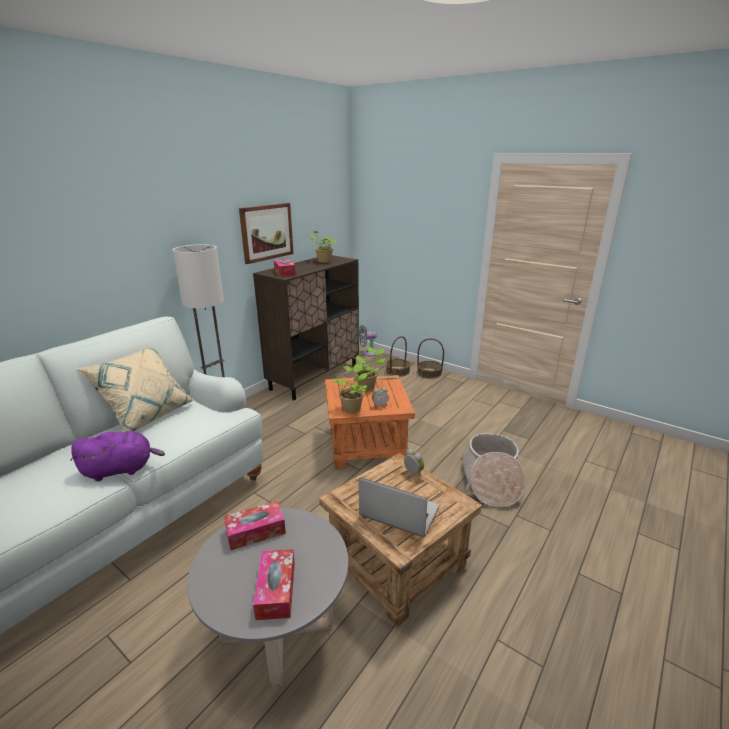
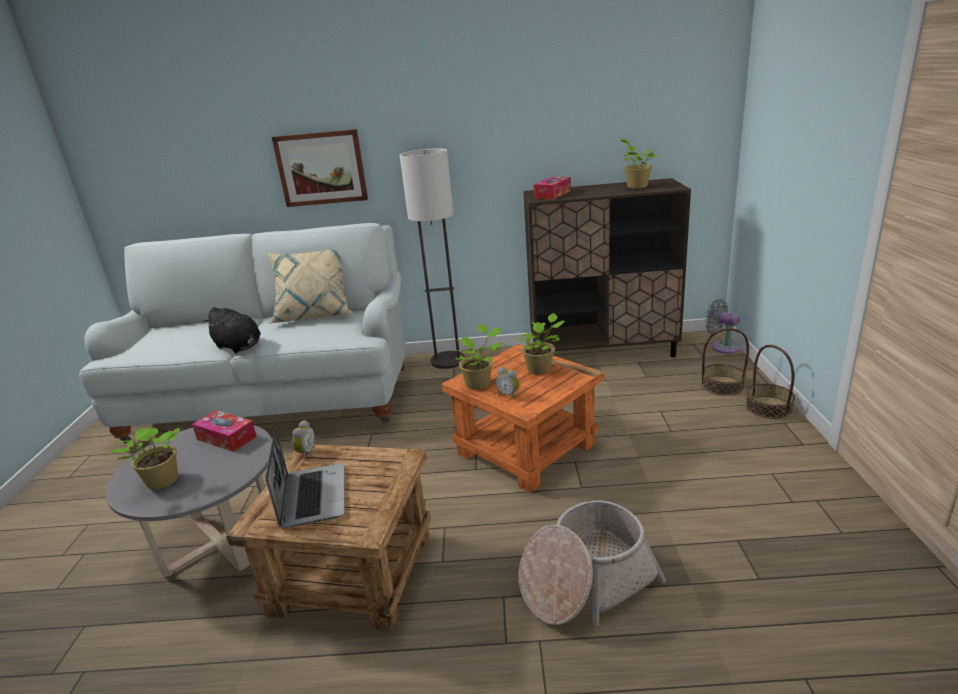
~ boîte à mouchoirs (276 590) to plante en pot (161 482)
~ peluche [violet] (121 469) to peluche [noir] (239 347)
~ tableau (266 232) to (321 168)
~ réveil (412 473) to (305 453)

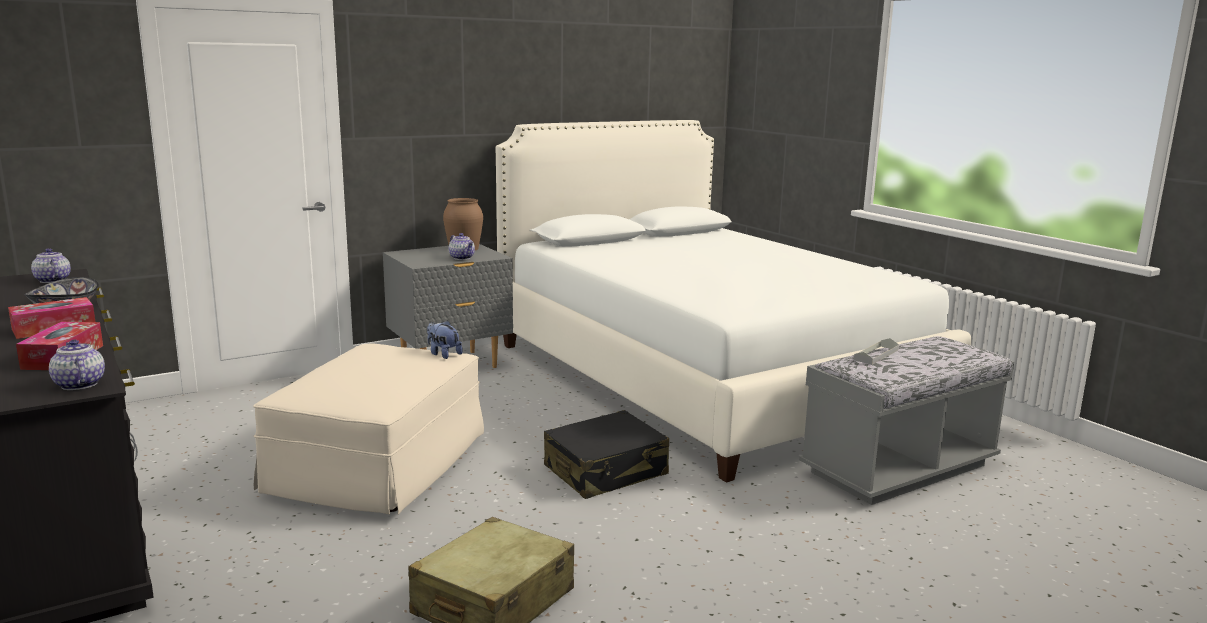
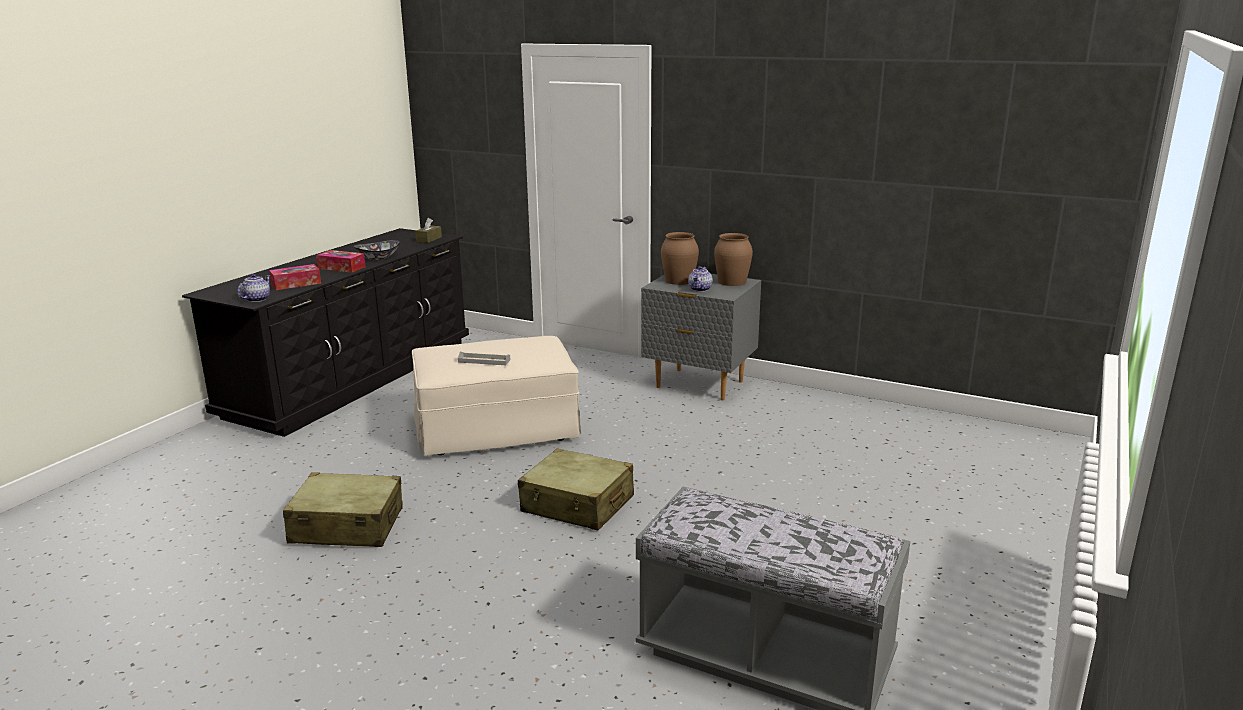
~ théière (52 280) to boîte à mouchoirs [marron] (429 239)
~ plateau [gris] (876 355) to (484 361)
~ valise [noir] (606 471) to valise [beige] (577 505)
+ vase [marron] (679 280)
- peluche (443 354)
- lit [blanc] (707 376)

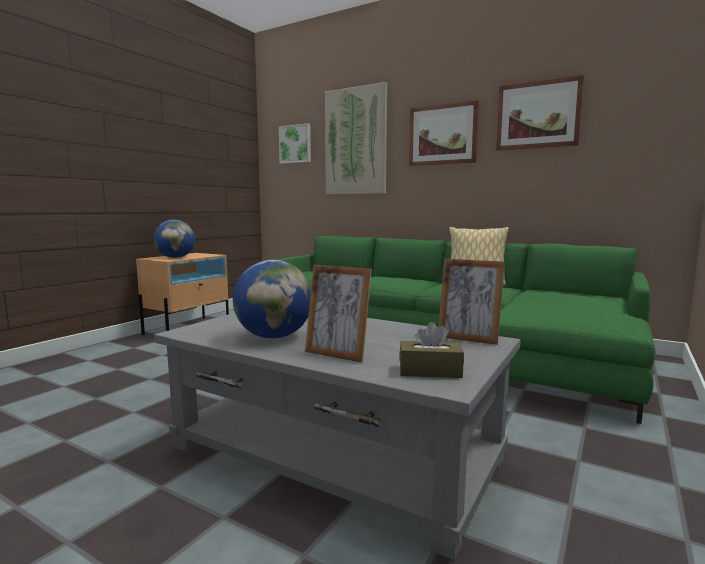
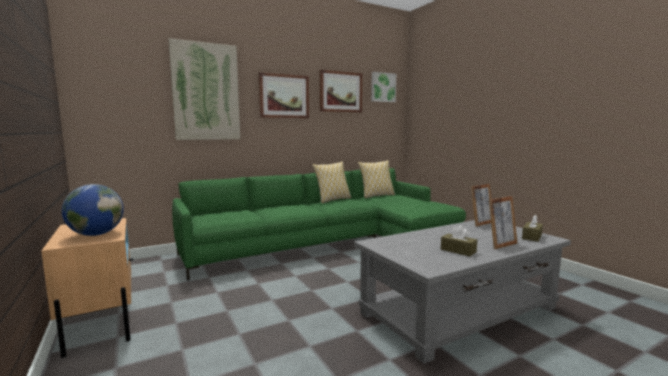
+ coussin (376 196)
~ tableau (295 144) to (382 87)
~ globe (274 336) to boîte à mouchoirs [marron] (458 251)

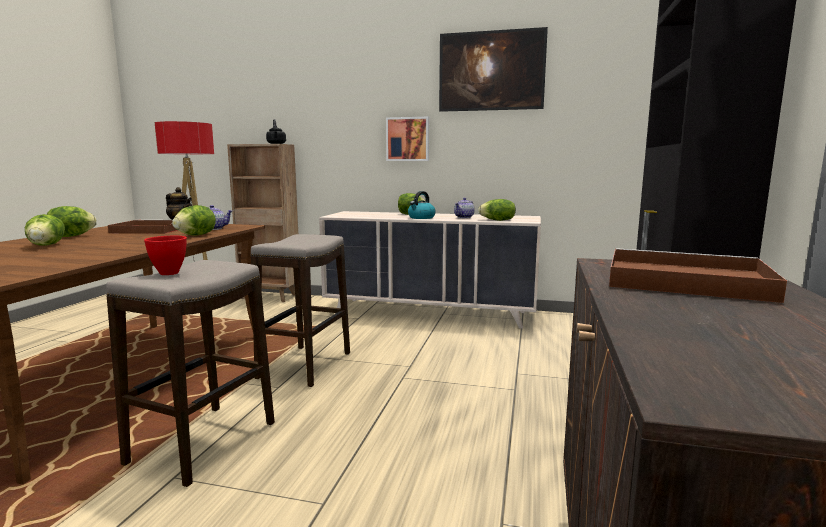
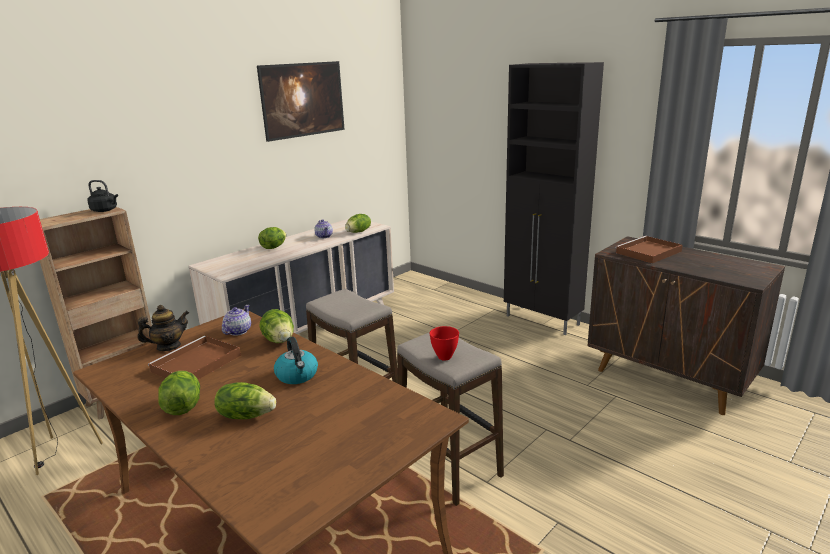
~ bouilloire (421 217) to (297 375)
- tableau (408 139)

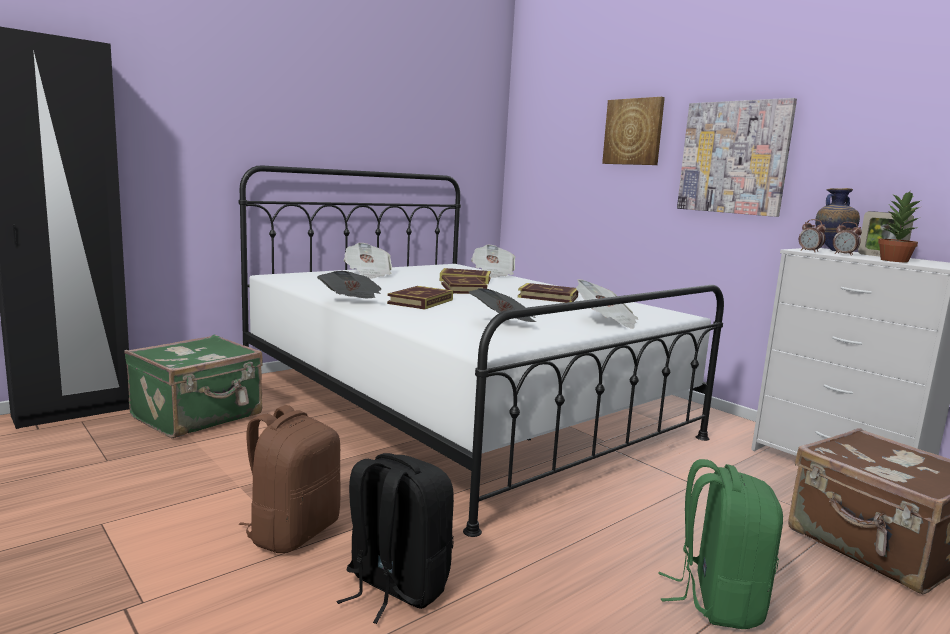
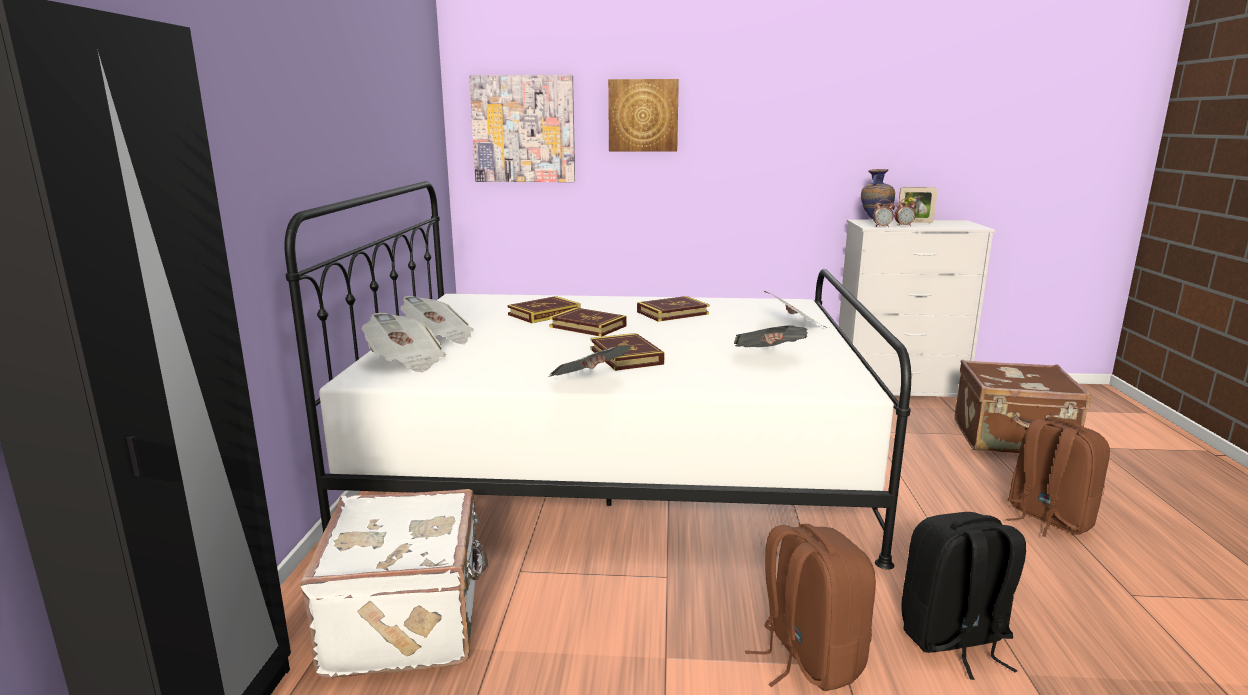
~ valise [vert] (199 416) to valise [blanc] (409 621)
~ journal (493 274) to (406 362)
~ tableau (734 157) to (523 129)
~ sac à dos [vert] (717 600) to sac à dos [marron] (1047 518)
- plante en pot (893 260)

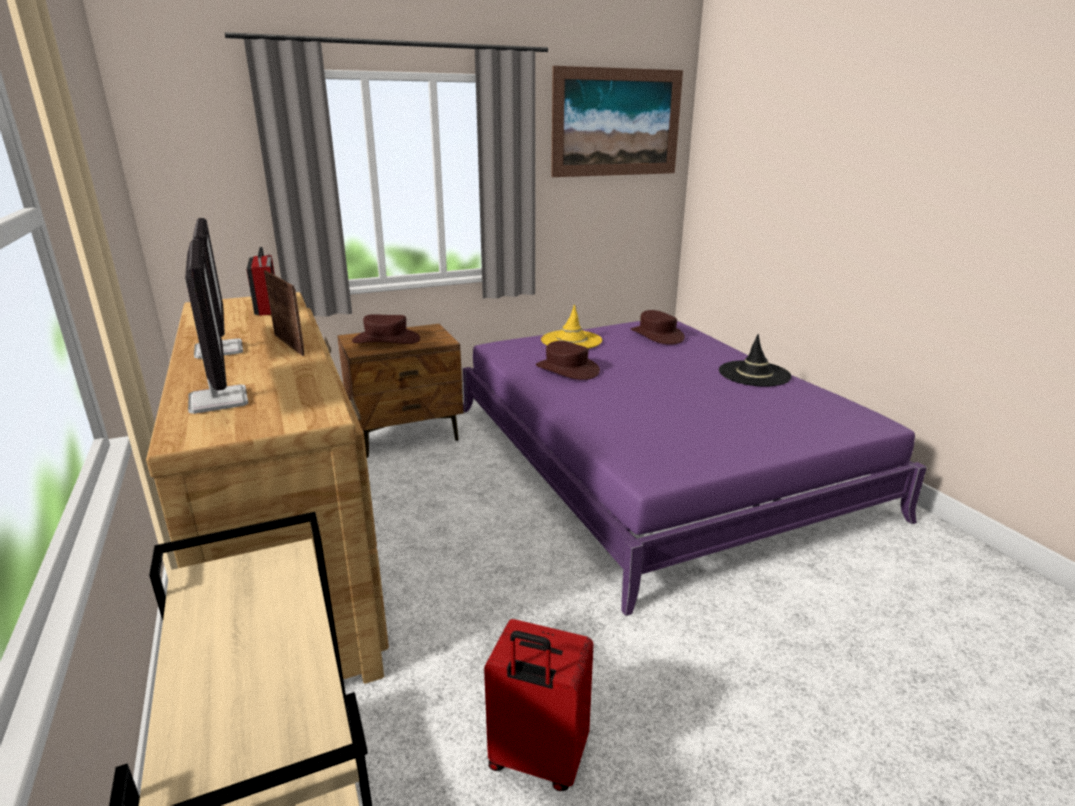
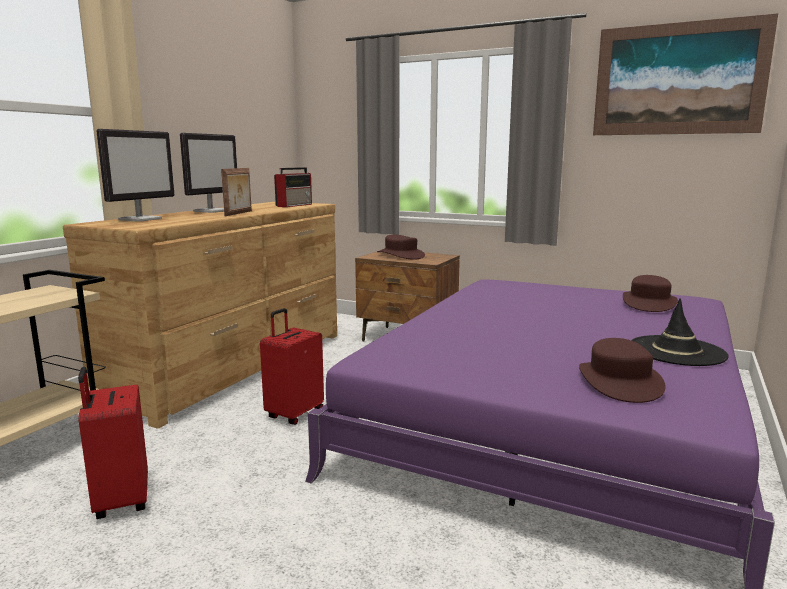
+ valise [rouge] (294 414)
~ chapeau [marron] (566 369) to (619 382)
- chapeau [jaune] (571 340)

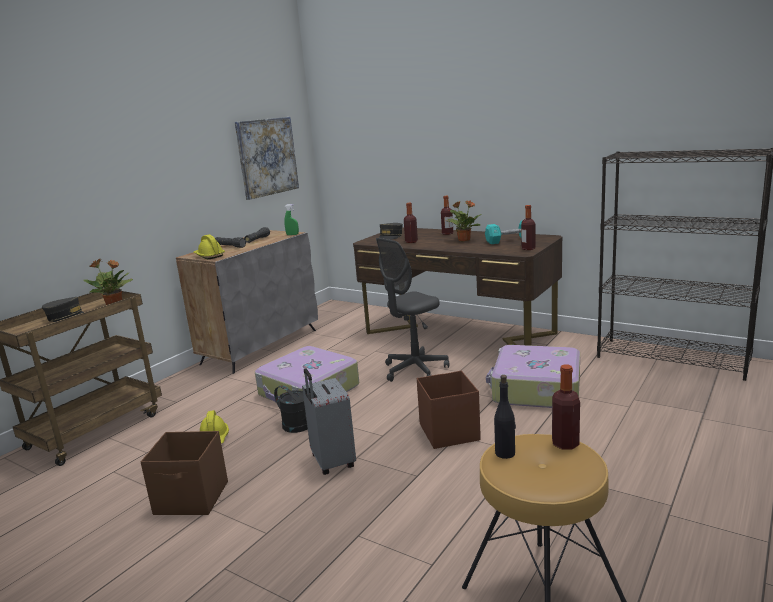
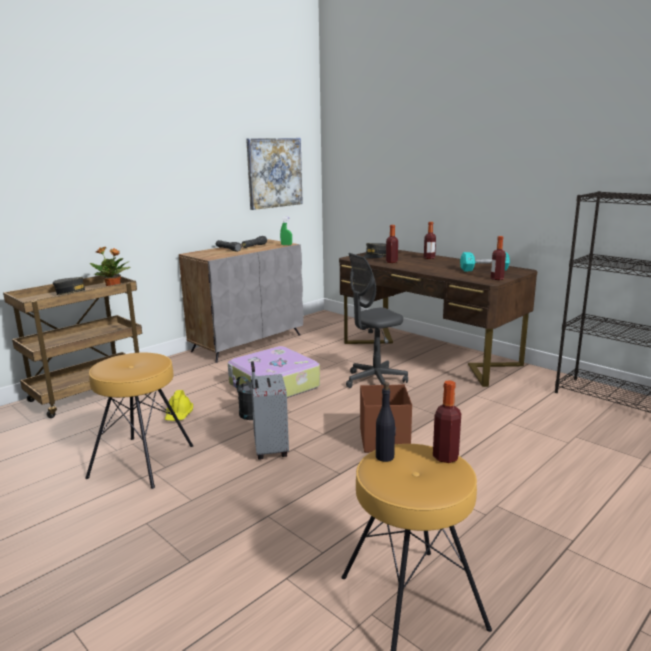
~ boîte de rangement [marron] (192 498) to tabouret [marron] (142 461)
- casque de chantier [jaune] (209 256)
- plante en pot (463 240)
- valise (535 389)

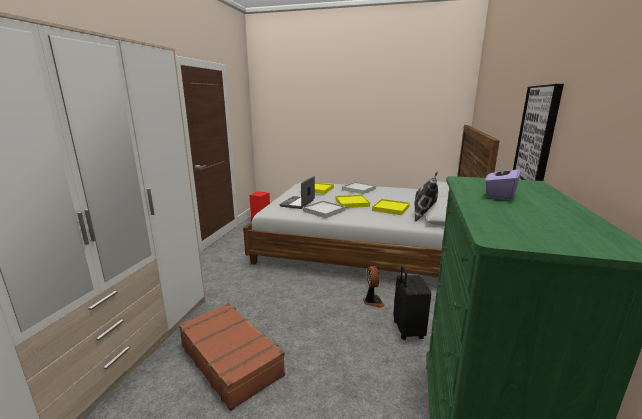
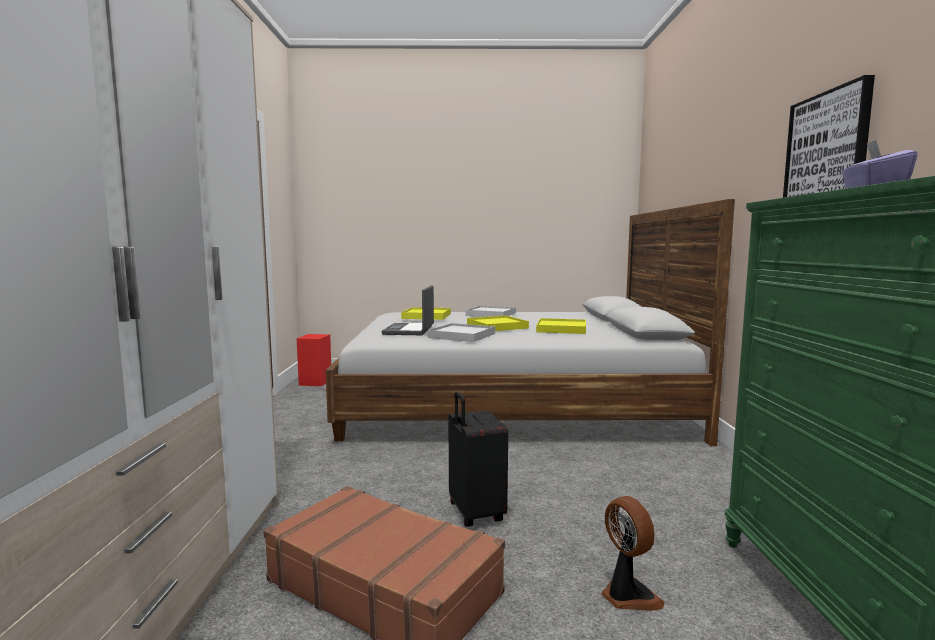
~ valise [noir] (407 330) to (474 513)
~ ventilateur (372 301) to (627 595)
- coussin (424 215)

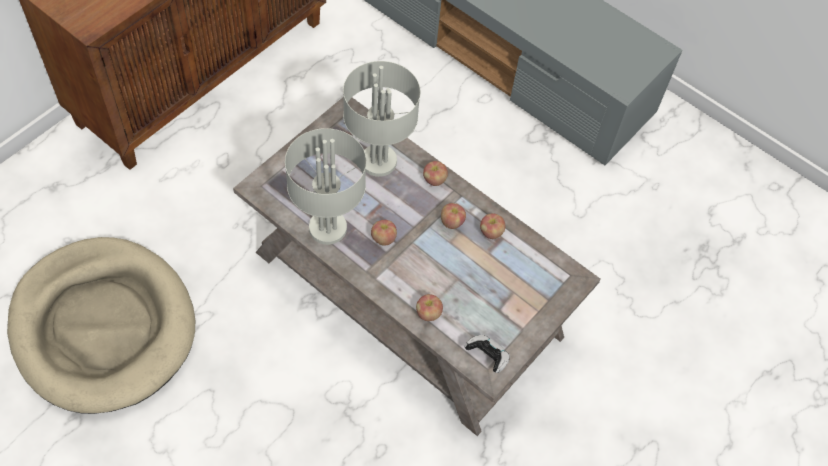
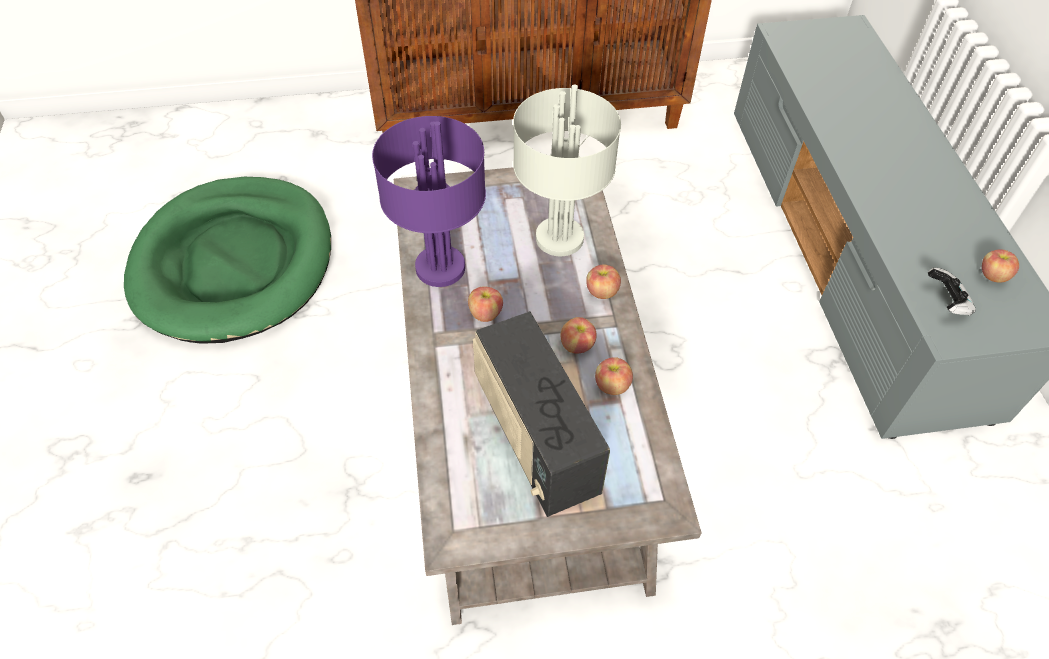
~ panier pour chien [beige] (103 327) to panier pour chien [vert] (235 263)
~ lampe de table [gris] (328 229) to lampe de table [violet] (439 268)
+ radio (534 438)
~ manette (487 357) to (946 302)
~ pomme (428 313) to (992 275)

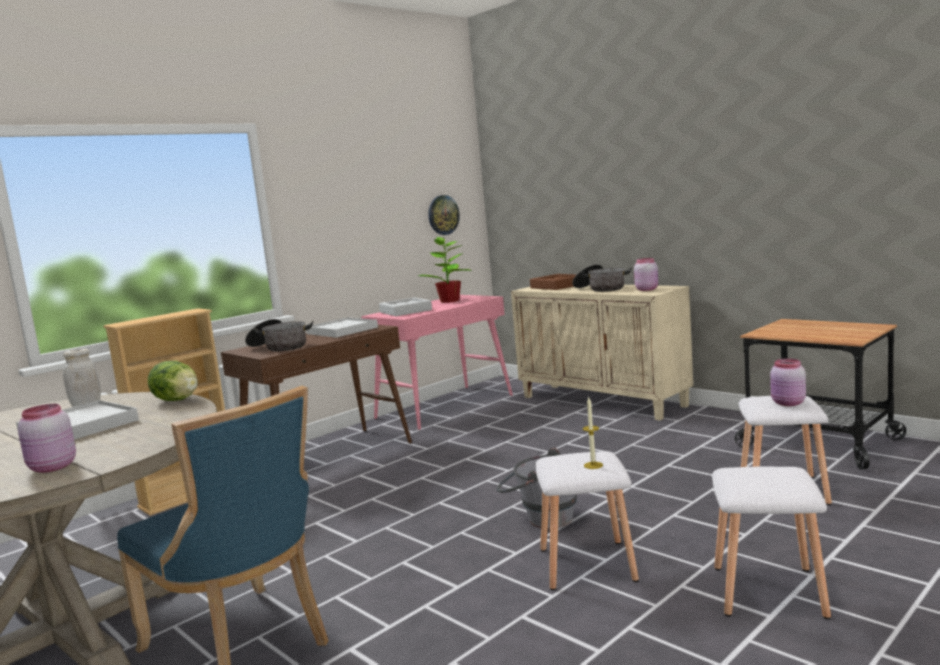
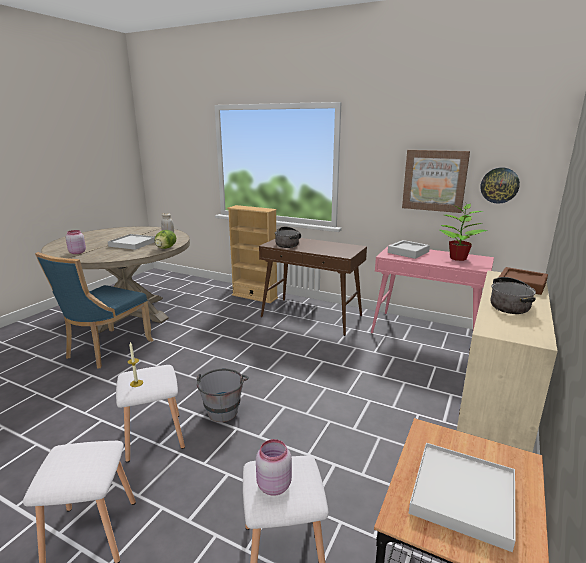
+ tableau (434 180)
~ plateau [blanc] (342 331) to (463 496)
- bocal [rose] (646 289)

